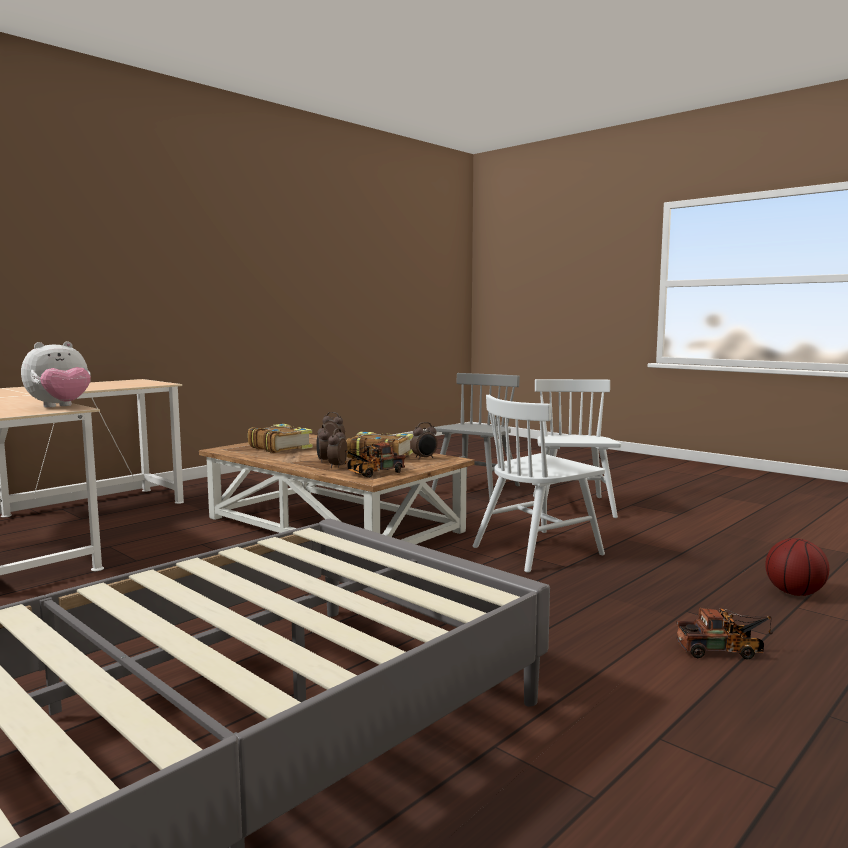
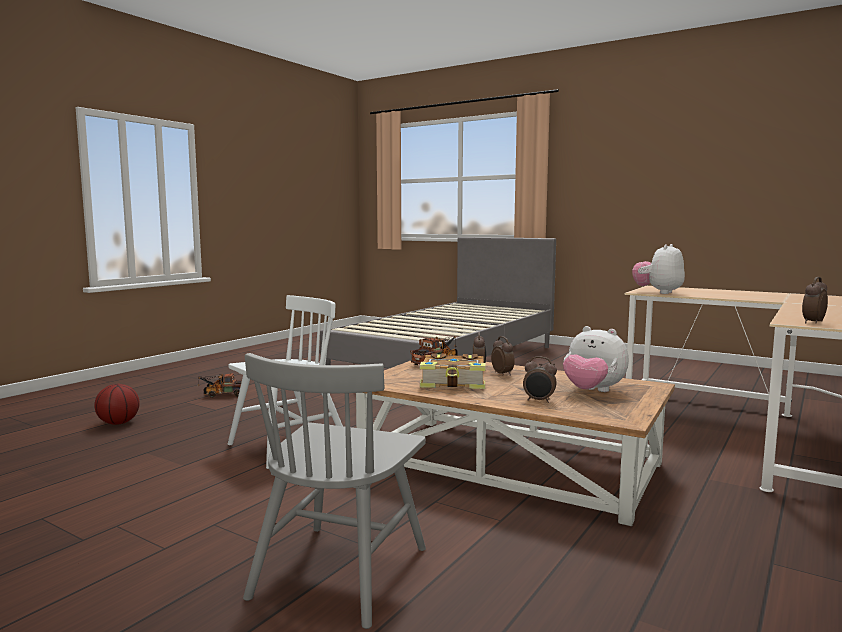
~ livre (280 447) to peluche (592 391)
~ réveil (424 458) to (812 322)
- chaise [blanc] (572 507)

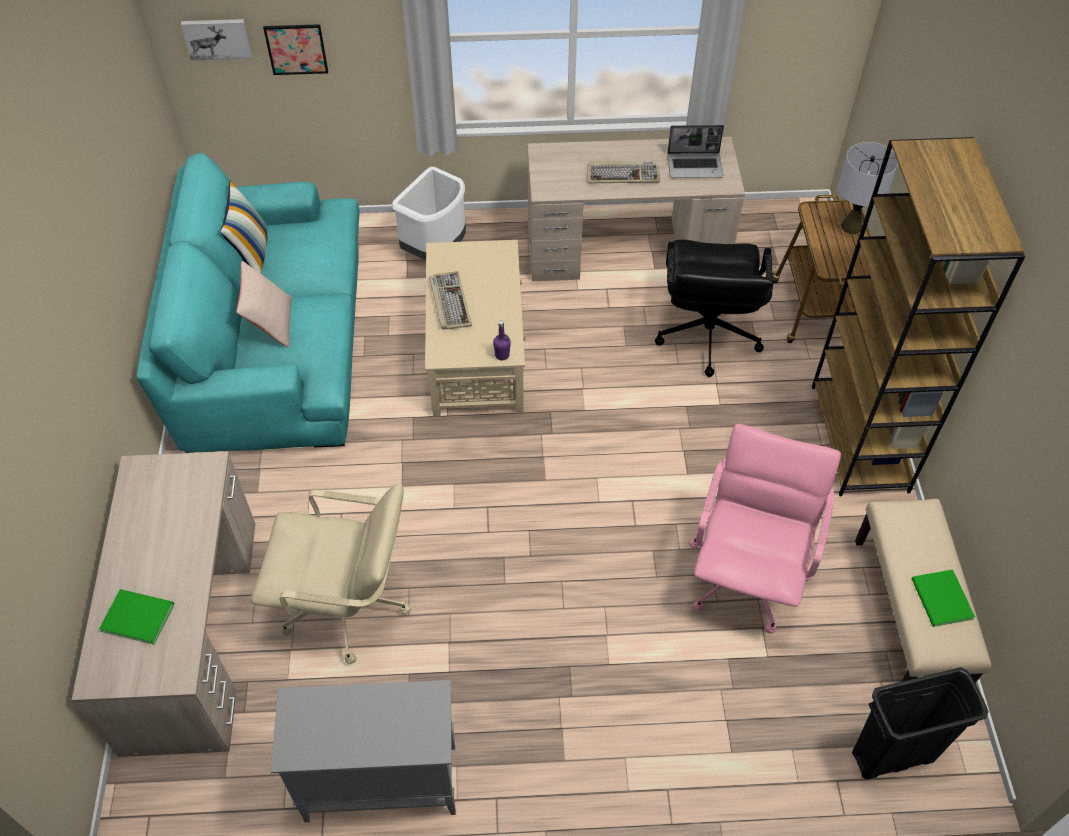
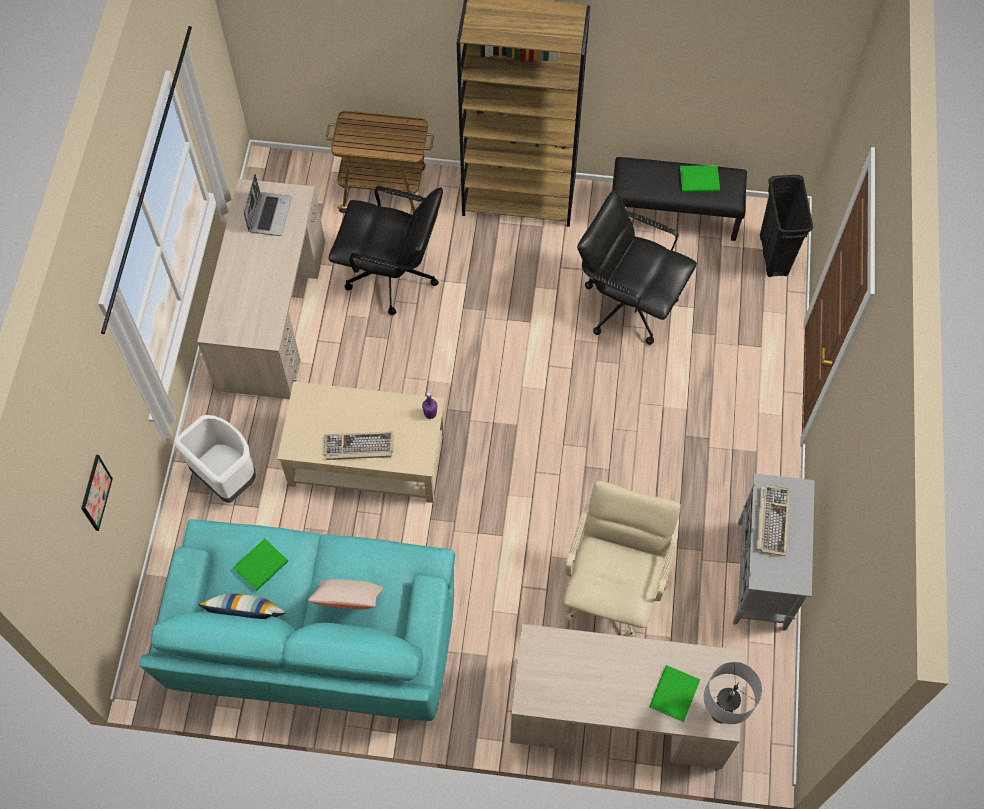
+ livre [vert] (262 565)
~ chaise de bureau [rose] (746 576) to chaise de bureau [noir] (628 304)
~ banc [beige] (908 615) to banc [noir] (674 214)
~ lampe de table [gris] (851 226) to (721 712)
~ clavier (623 174) to (771 520)
- tableau (217 38)

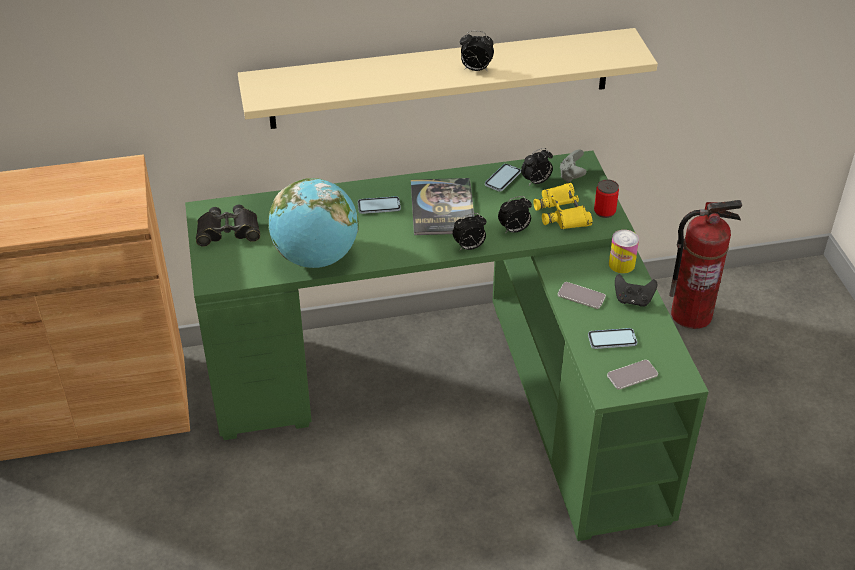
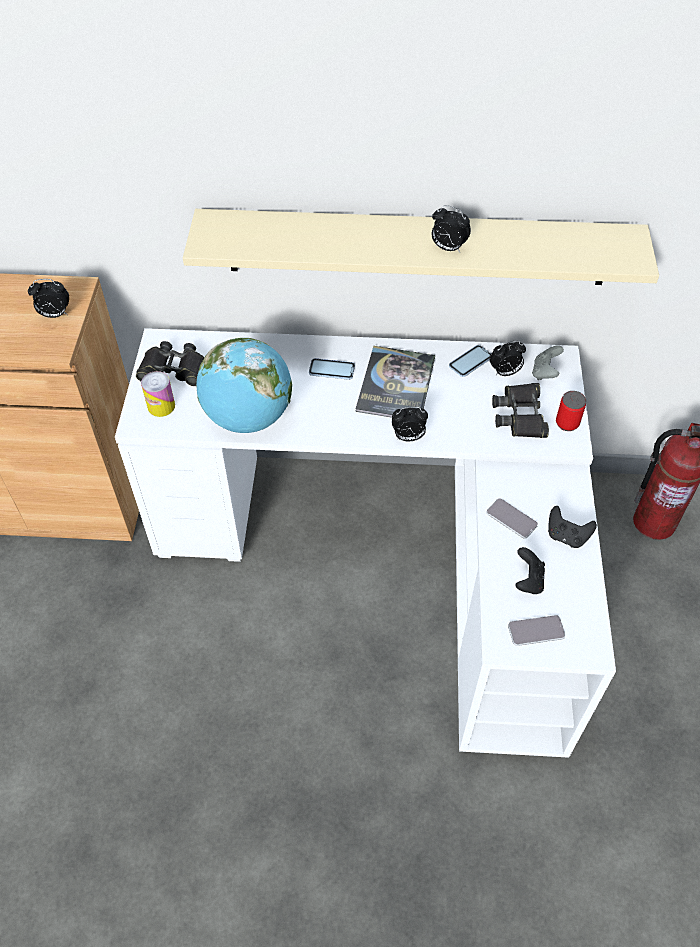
~ réveil (514 230) to (55 315)
~ bureau [vert] (457 389) to bureau [blanc] (393 553)
~ boîte métallique (621 264) to (161 406)
~ jumelles [jaune] (562 212) to jumelles [noir] (520 415)
~ téléphone (612 340) to manette [noir] (528 581)

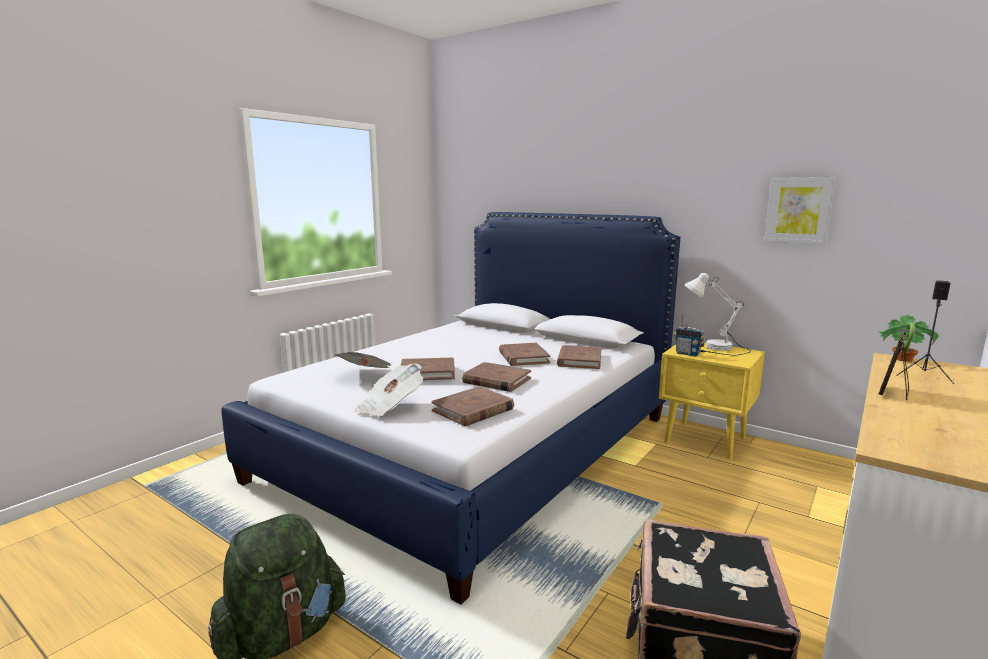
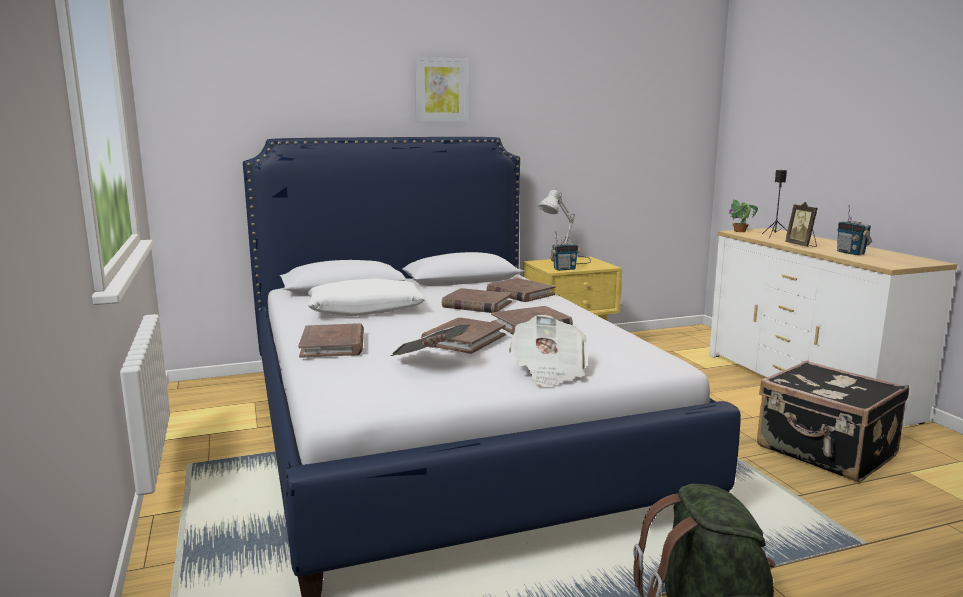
~ livre [marron] (473 410) to (333 345)
+ coussin [blanc] (365 310)
~ tableau (798 210) to (440 90)
+ radio (851 253)

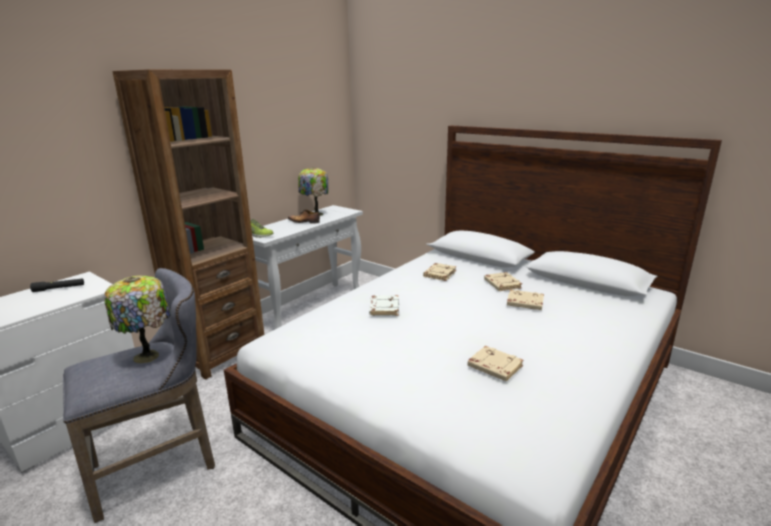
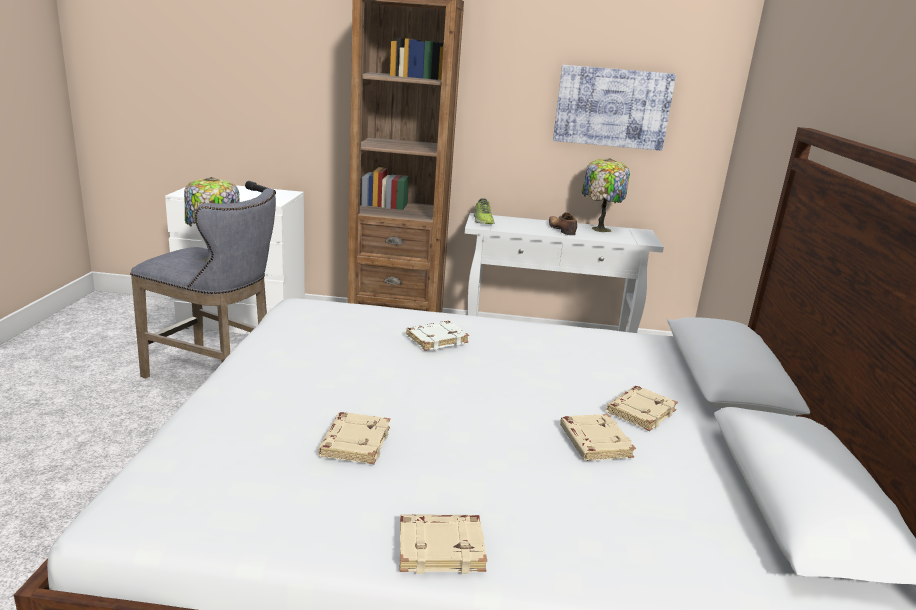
~ livre [beige] (439 274) to (441 547)
+ tableau (612 107)

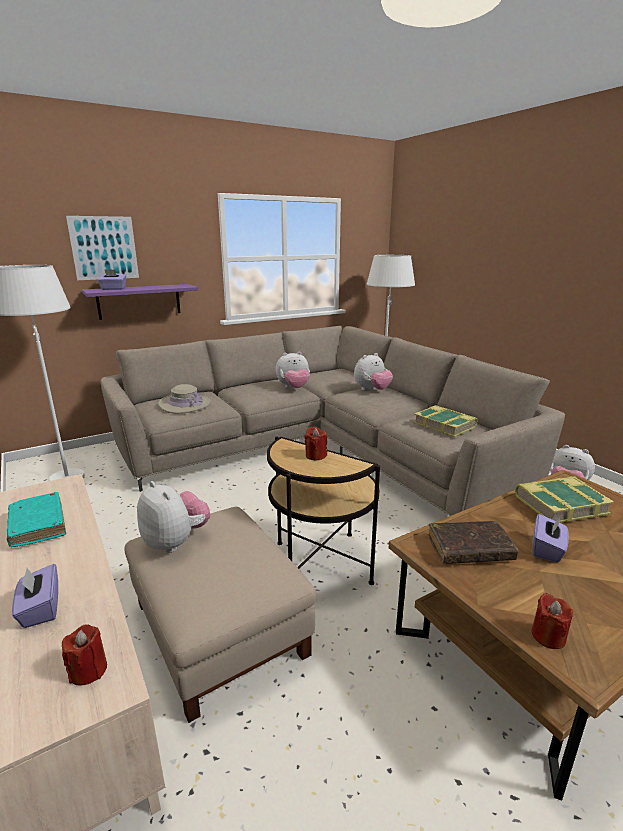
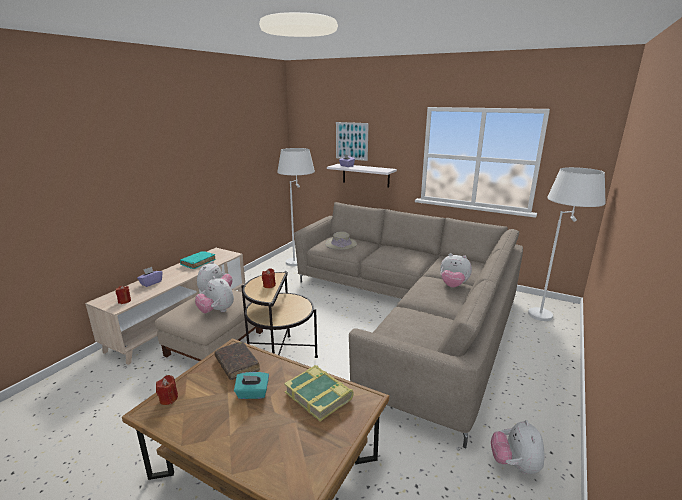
~ peluche (293 388) to (216 311)
~ boîte à mouchoirs [violet] (547 550) to boîte à mouchoirs [turquoise] (252 394)
~ étagère [violet] (139 301) to étagère [blanc] (365 175)
- livre (444 425)

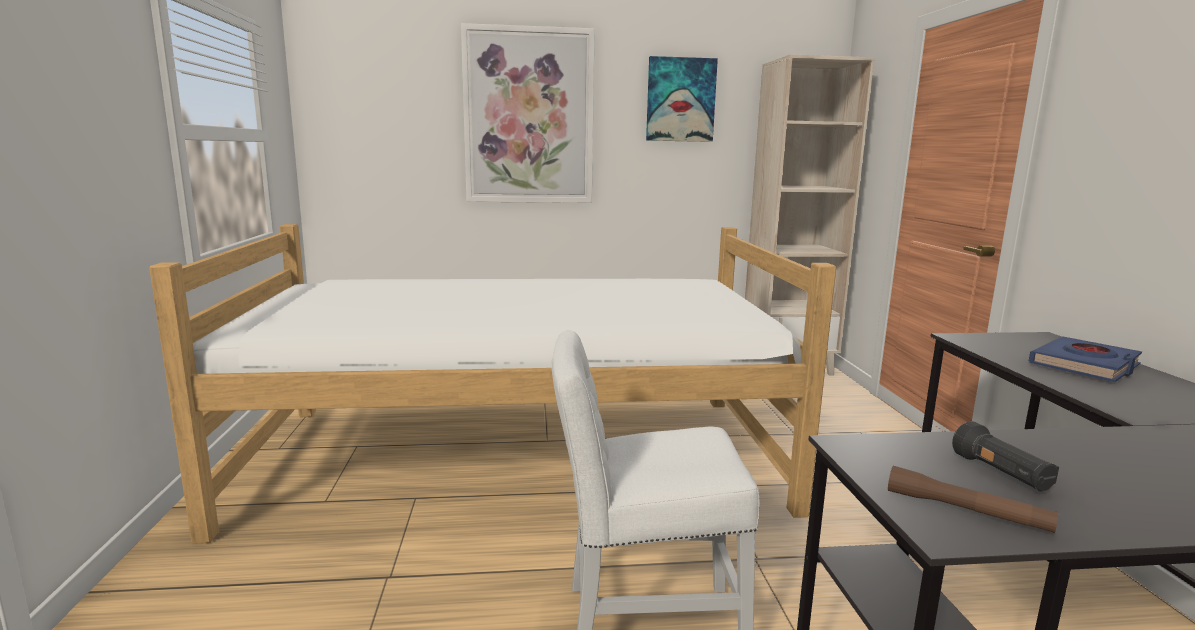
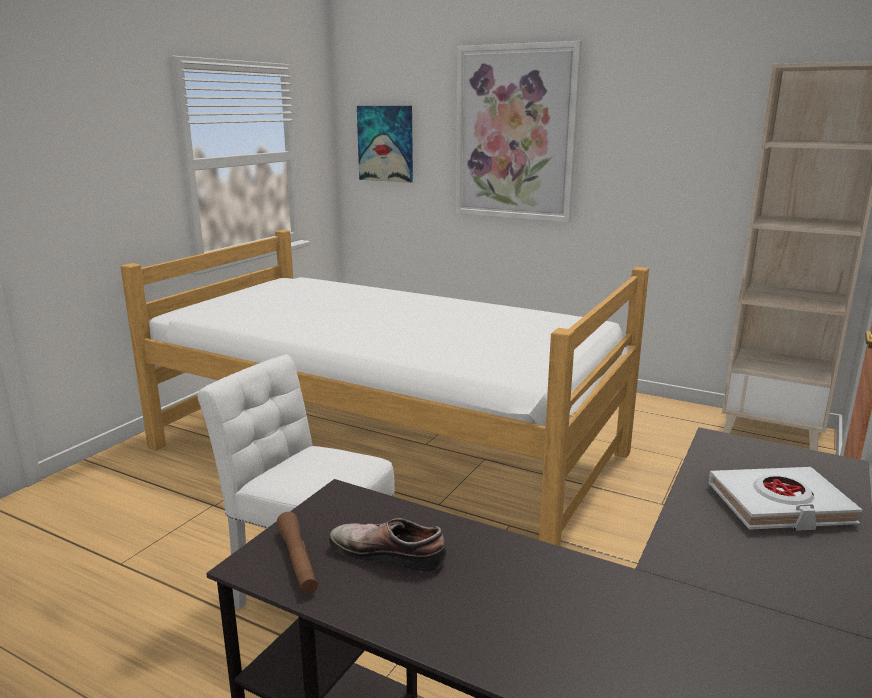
~ lampe de poche [noir] (1001 474) to chaussure (389 552)
~ tableau (680 100) to (386 143)
~ livre [bleu] (1084 365) to livre [blanc] (779 505)

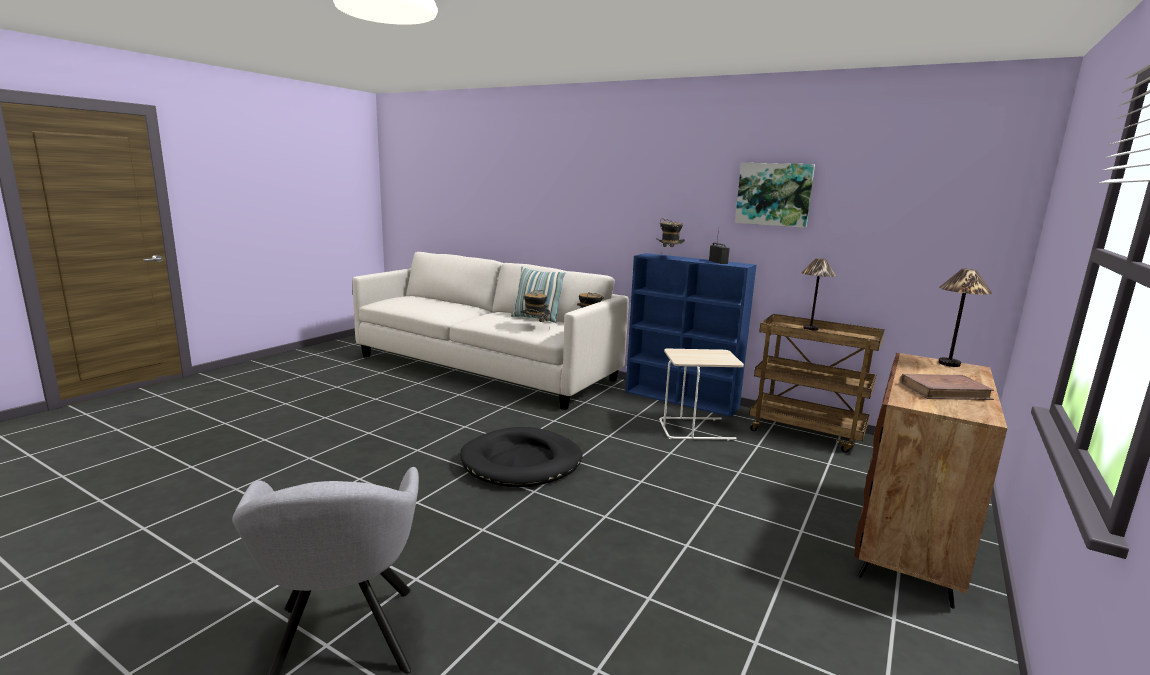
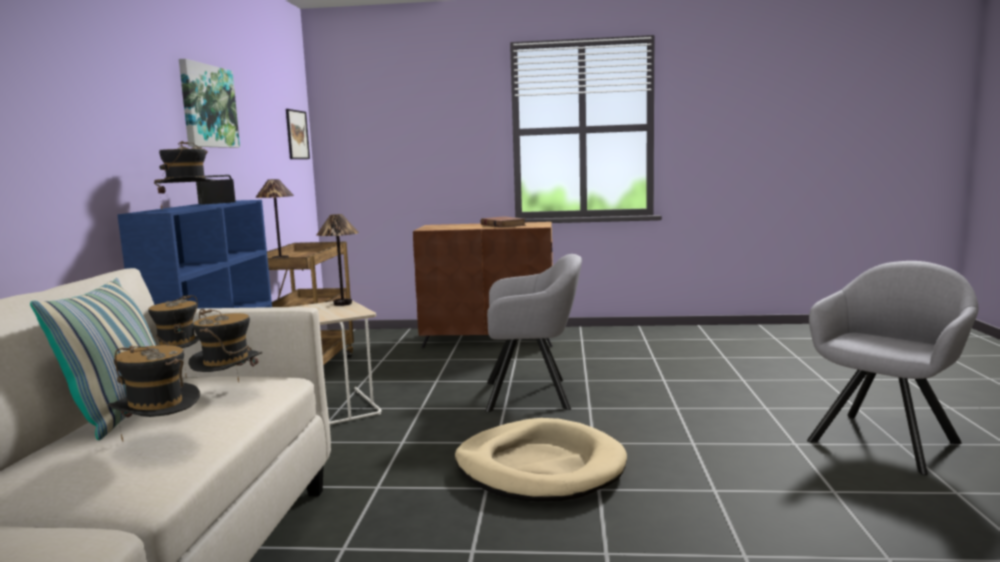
+ chapeau (160 444)
+ tableau (297 134)
~ lampe de table (949 364) to (343 303)
~ panier pour chien [noir] (522 462) to panier pour chien [beige] (539 467)
+ fauteuil [gris] (533 395)

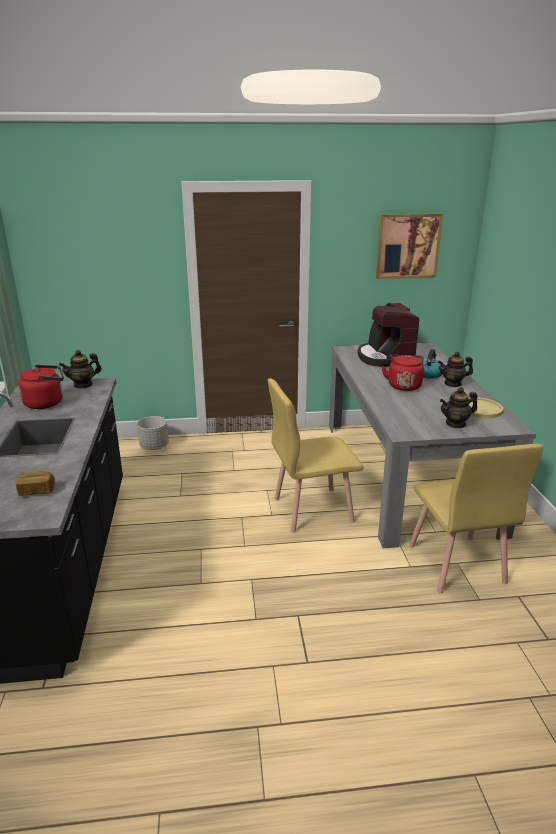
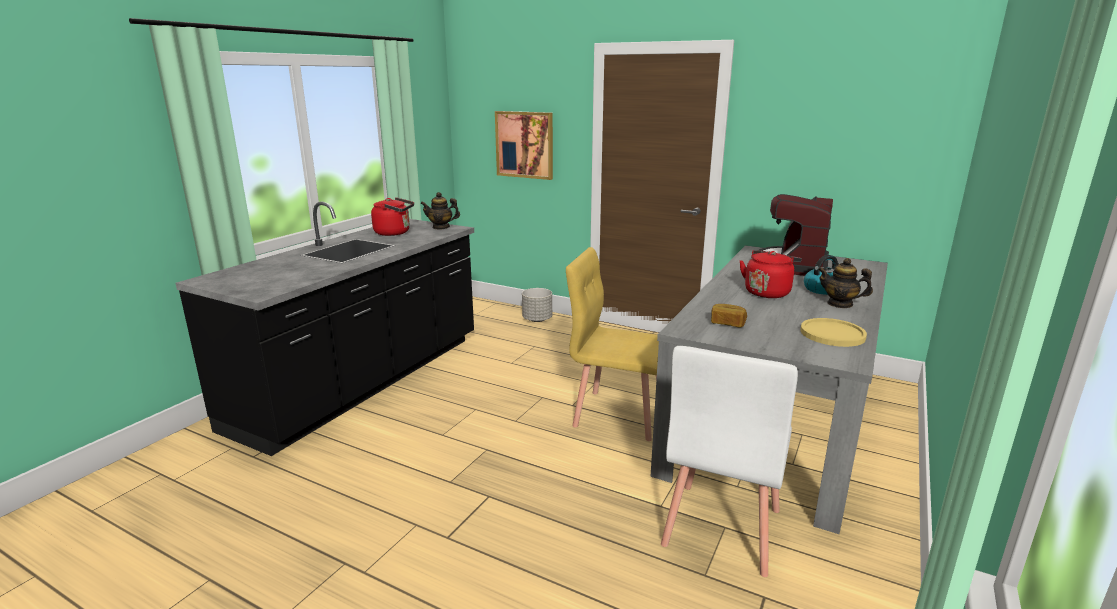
~ tableau (408 246) to (524 144)
~ chaise [jaune] (455 564) to chaise [blanc] (720 527)
~ pain (36 491) to (727 323)
- théière (456 424)

